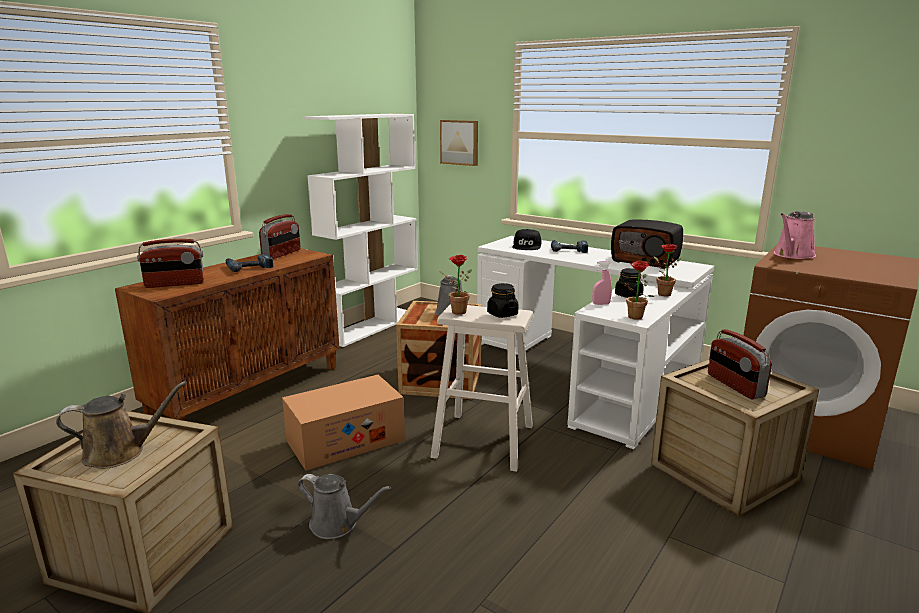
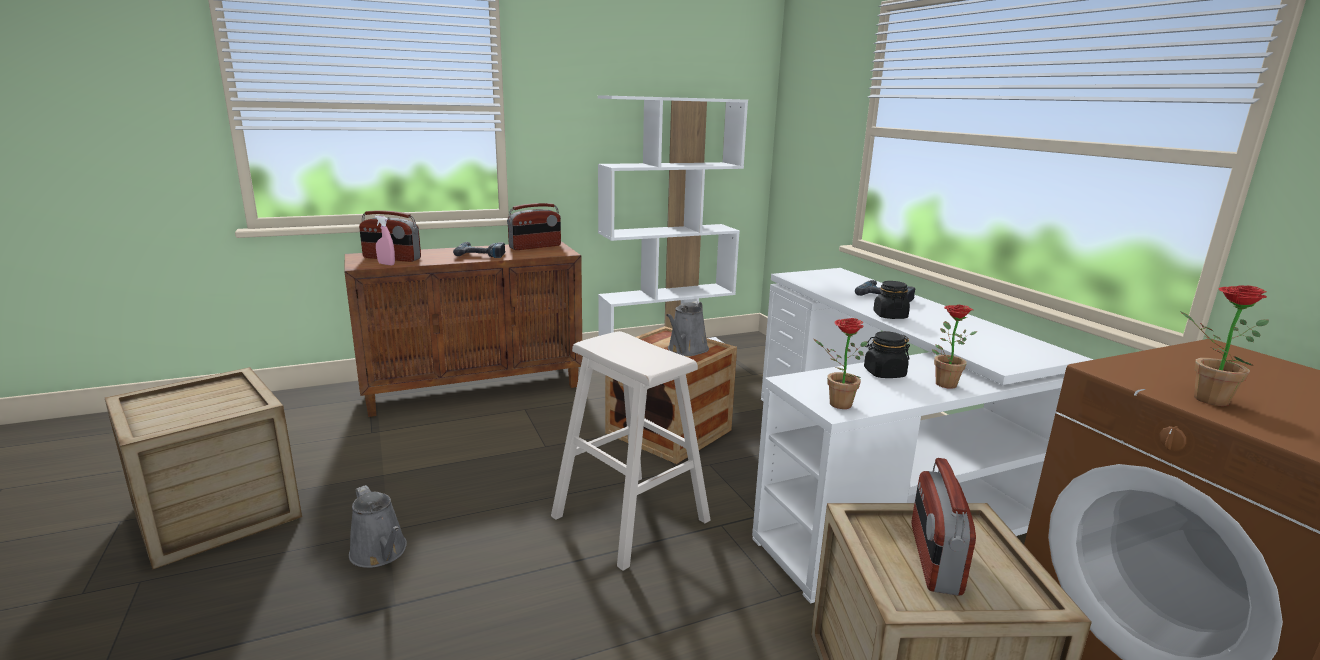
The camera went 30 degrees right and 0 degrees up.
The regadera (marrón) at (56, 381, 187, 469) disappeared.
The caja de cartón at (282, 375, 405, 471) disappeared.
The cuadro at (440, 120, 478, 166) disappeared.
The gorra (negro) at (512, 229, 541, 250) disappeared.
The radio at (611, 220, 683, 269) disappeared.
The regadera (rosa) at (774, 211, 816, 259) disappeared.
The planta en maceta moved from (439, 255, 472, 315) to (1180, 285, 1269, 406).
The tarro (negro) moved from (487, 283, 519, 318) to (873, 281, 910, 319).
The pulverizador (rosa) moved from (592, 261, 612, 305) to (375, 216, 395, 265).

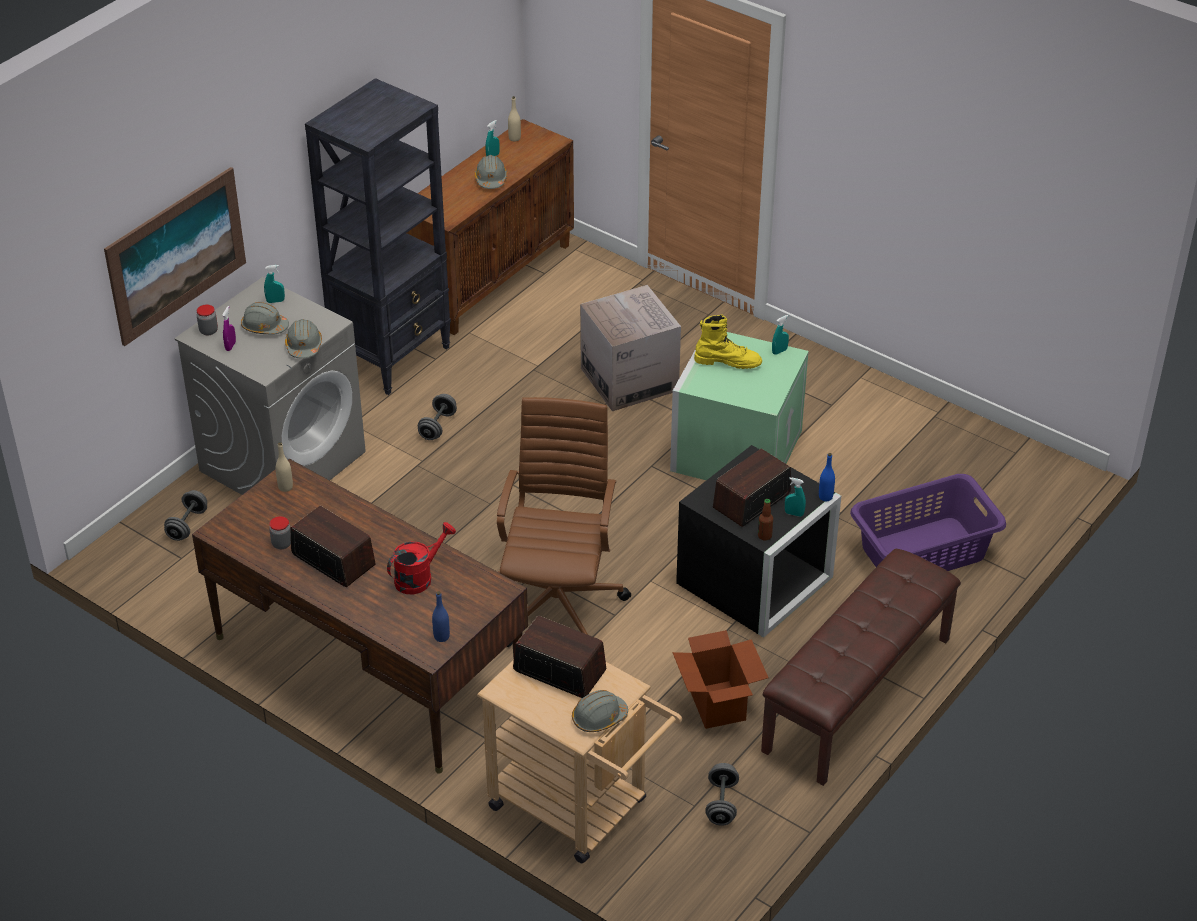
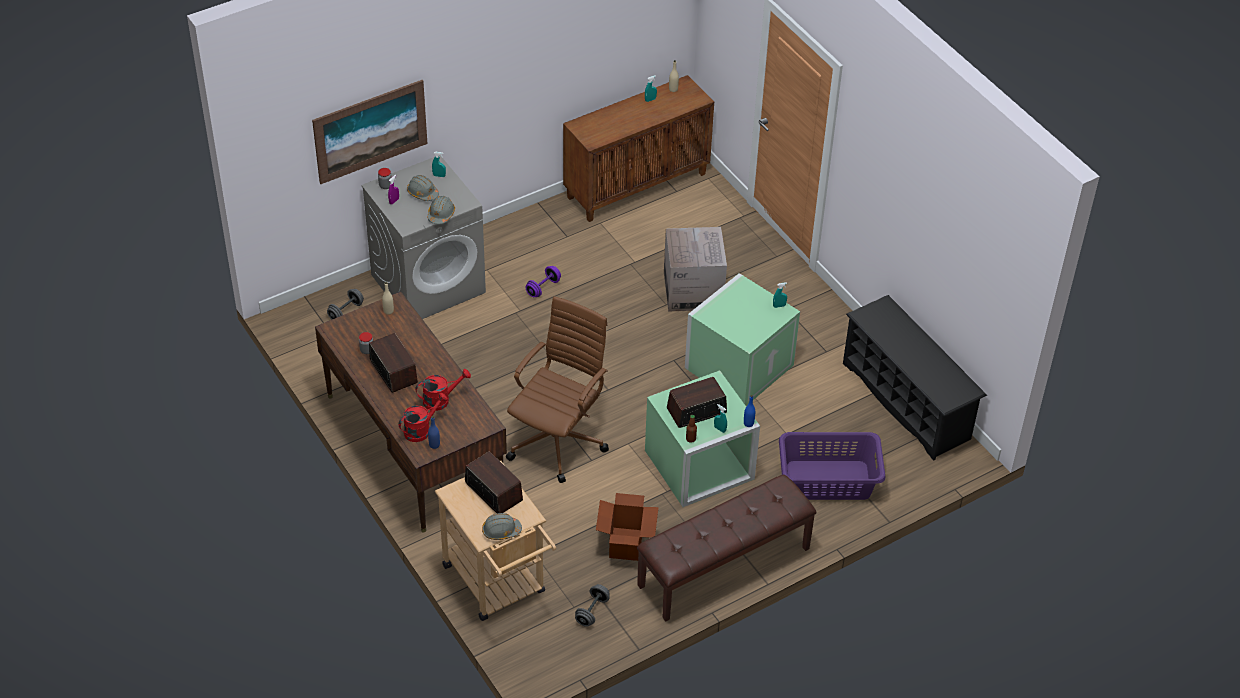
The camera went 20 degrees right and 5 degrees up.
The estantería (negro) at (305, 78, 451, 395) disappeared.
The casco (gris) at (475, 155, 507, 189) disappeared.
The bota (amarillo) at (694, 314, 762, 369) disappeared.
The regadera (rojo) at (399, 393, 448, 442) appeared.
The zapatero (negro) at (843, 295, 987, 460) appeared.
The mancuerna (gris) at (418, 394, 457, 440) became the mancuerna (morado) at (526, 266, 561, 297).
The caja de almacenaje (negro) at (676, 445, 841, 638) became the caja de almacenaje (verde) at (645, 370, 760, 507).

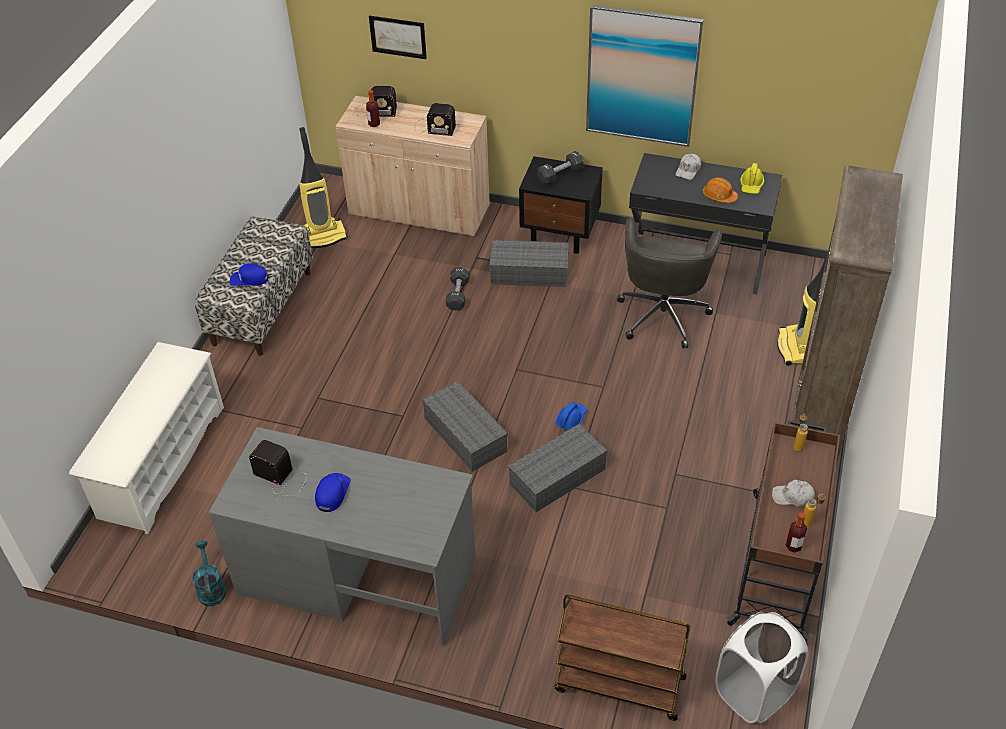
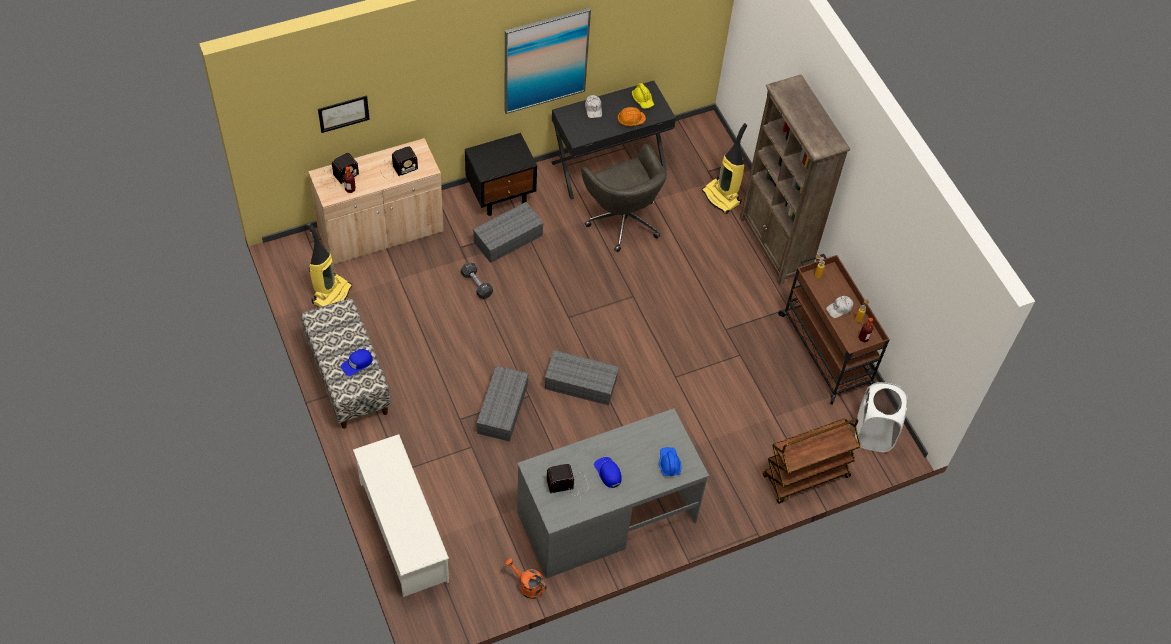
The camera went 45 degrees left and 10 degrees up.
The mancuerna (negro) at (537, 151, 584, 185) disappeared.
The caja de almacenaje (gris) moved from (508, 424, 607, 512) to (477, 366, 529, 441).
The casco (azul) moved from (555, 402, 587, 430) to (659, 447, 681, 476).
The regadera (turquesa) at (192, 541, 226, 606) became the regadera (naranja) at (505, 558, 547, 599).

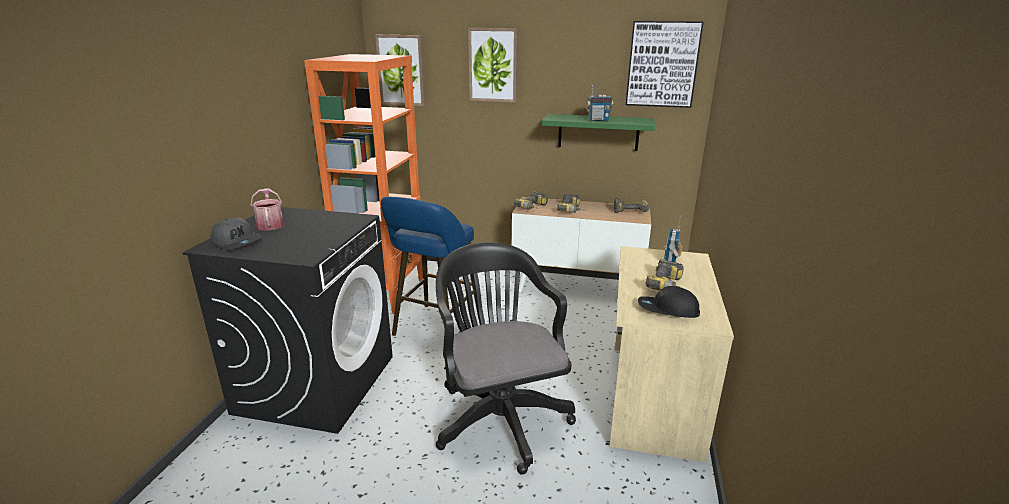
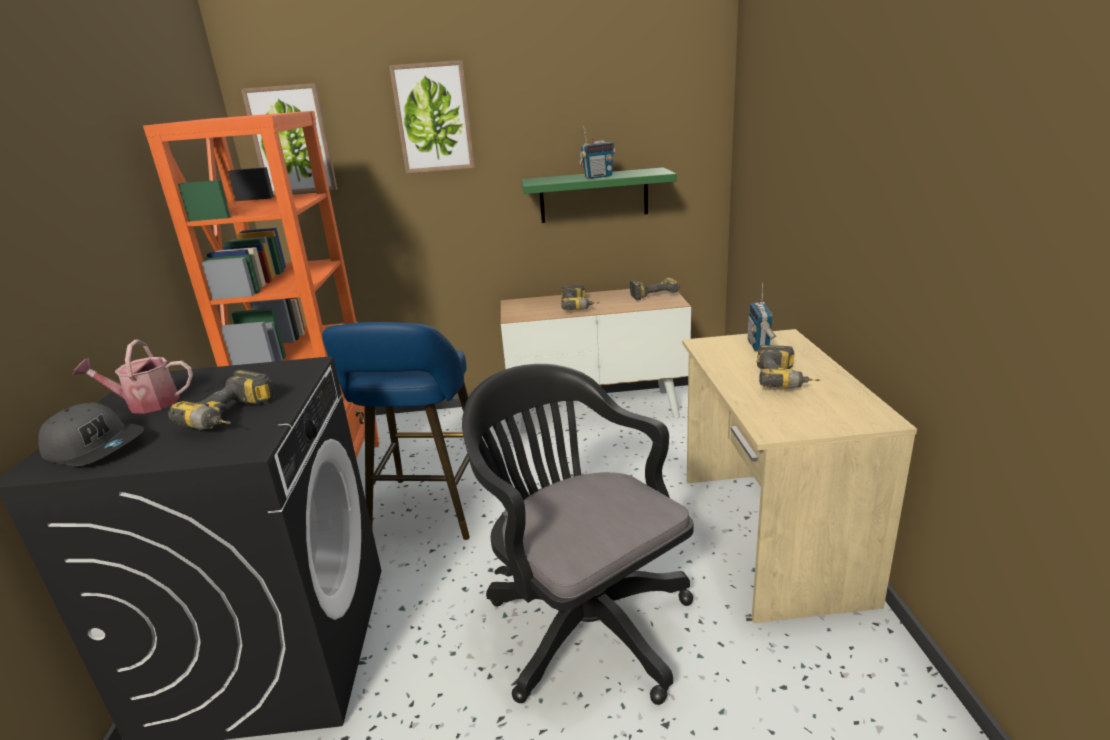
The camera went 15 degrees left and 0 degrees up.
The cuadro at (626, 21, 704, 108) disappeared.
The gorra (negro) at (638, 286, 700, 318) disappeared.
The taladro moved from (514, 191, 548, 210) to (168, 370, 274, 430).
The regadera at (250, 188, 284, 231) turned 60 degrees counterclockwise.

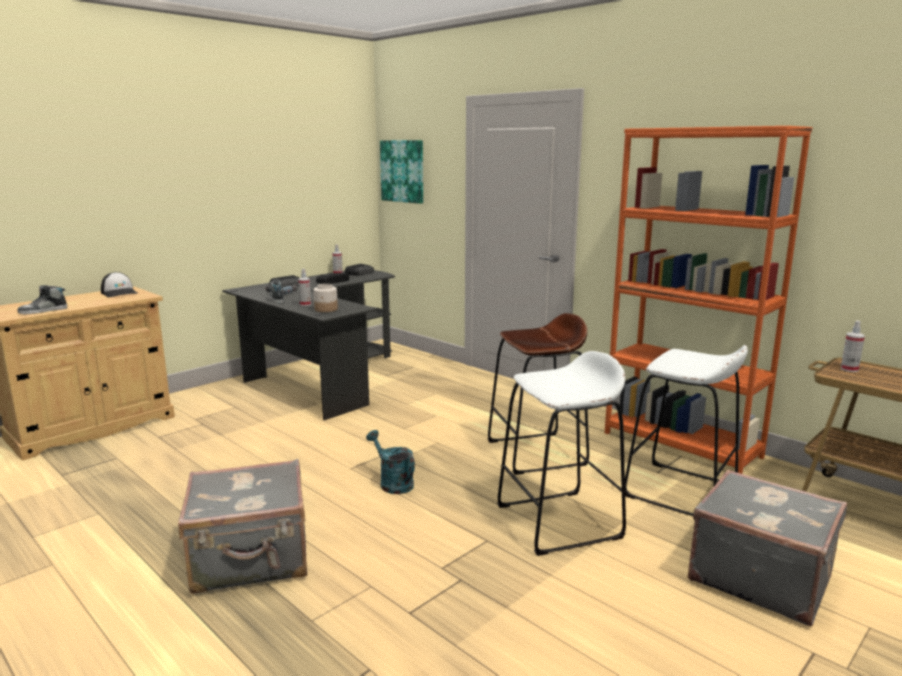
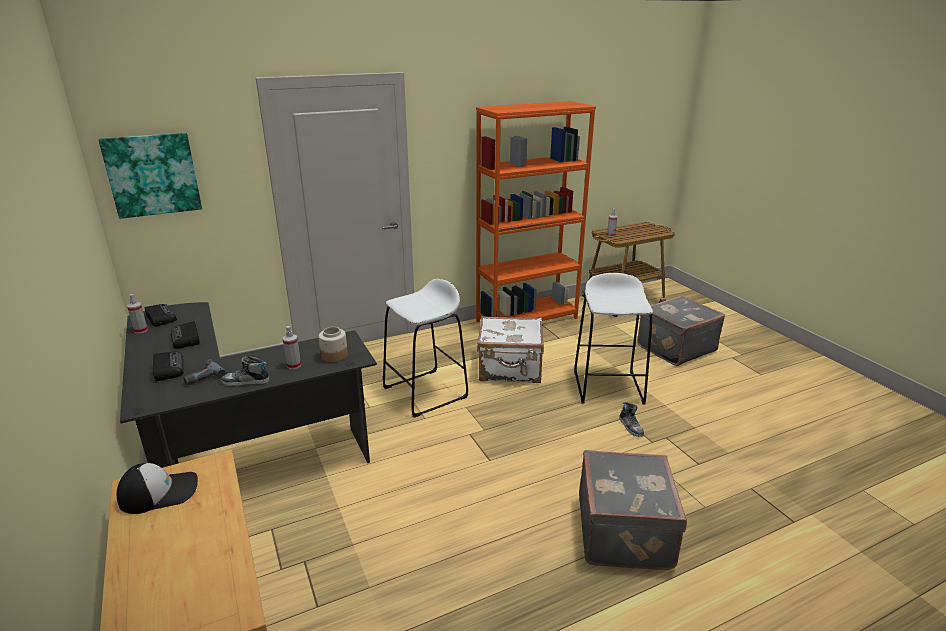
The camera went 70 degrees left and 10 degrees up.
The regadera (turquesa) at (366, 430, 415, 494) disappeared.
The zapato moved from (18, 285, 67, 315) to (619, 402, 644, 437).
The taburete (blanco) moved from (625, 345, 748, 516) to (383, 279, 468, 418).
The taburete (marrón) at (488, 313, 589, 475) was replaced by the maleta (blanco) at (477, 316, 544, 383).

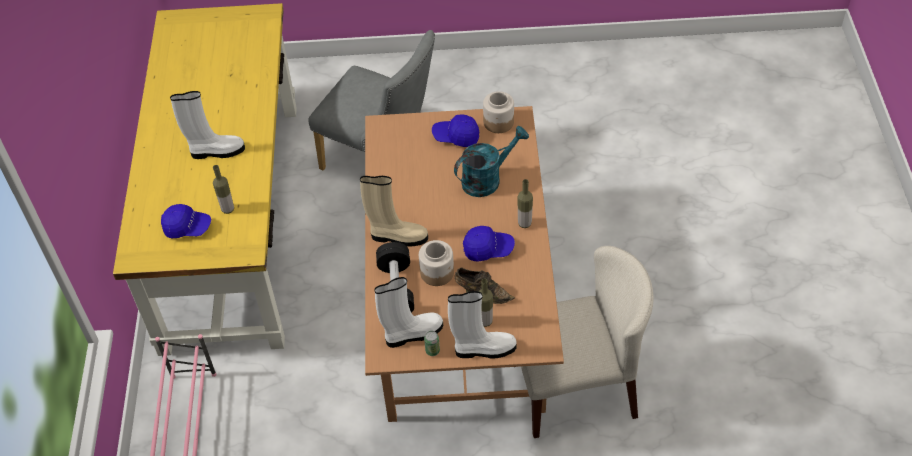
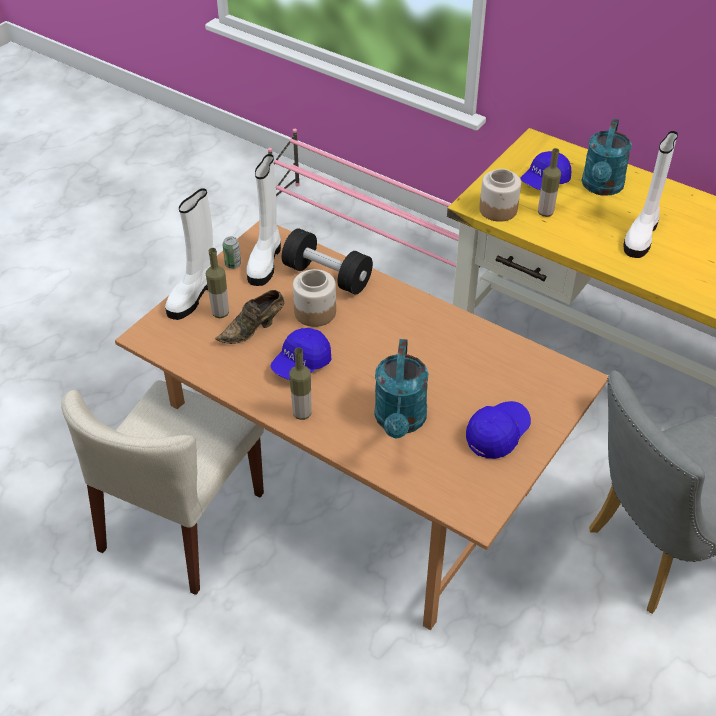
The camera went 125 degrees right and 5 degrees down.
The bota (beis) at (360, 176, 428, 247) disappeared.
The regadera (turquesa) at (581, 119, 632, 196) appeared.
The tarro moved from (483, 91, 514, 133) to (479, 169, 521, 222).

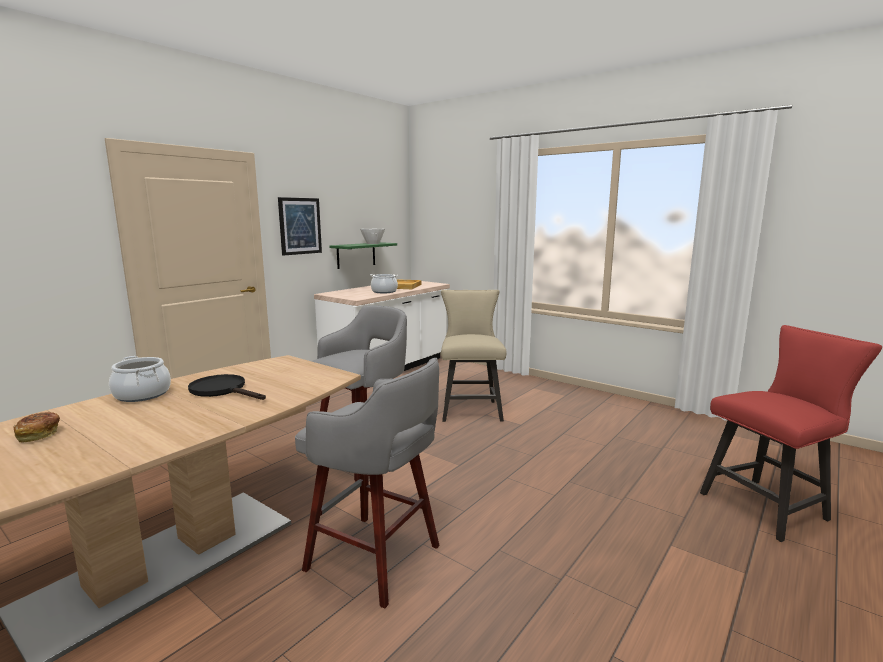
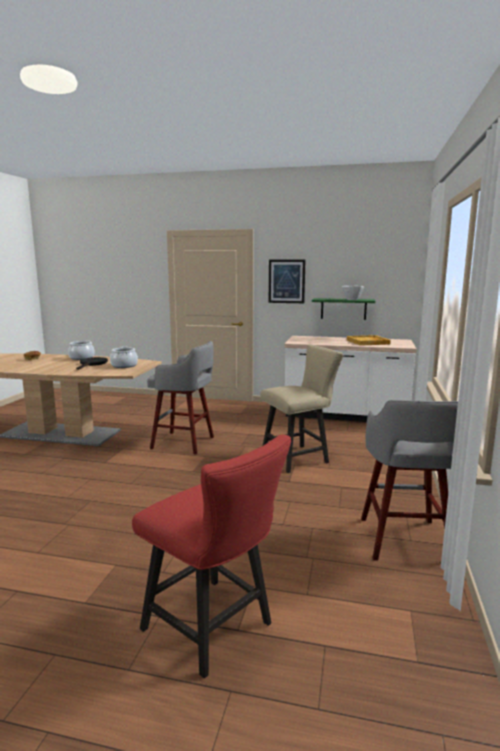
The camera went 65 degrees right and 0 degrees up.
The taburete (gris) moved from (295, 358, 440, 609) to (361, 400, 458, 561).
The olla moved from (370, 274, 398, 293) to (110, 346, 138, 368).

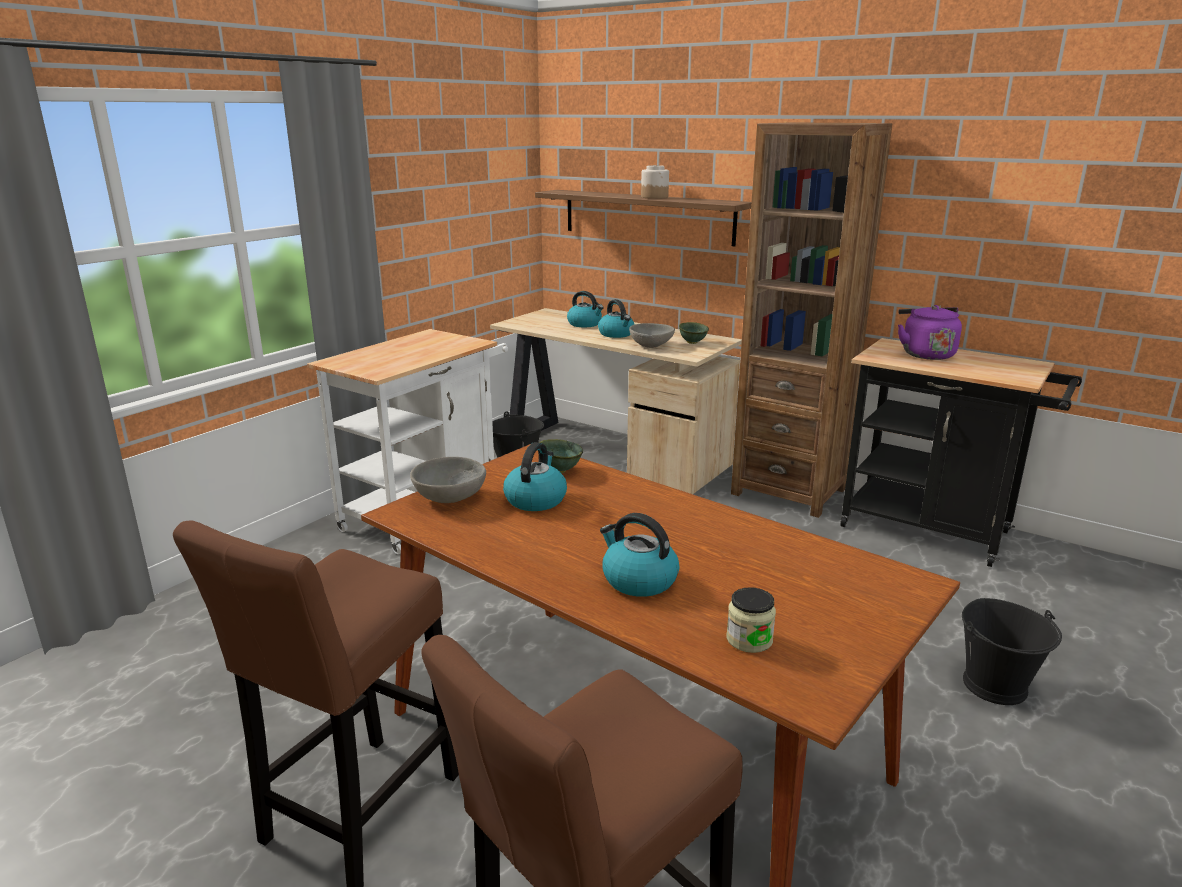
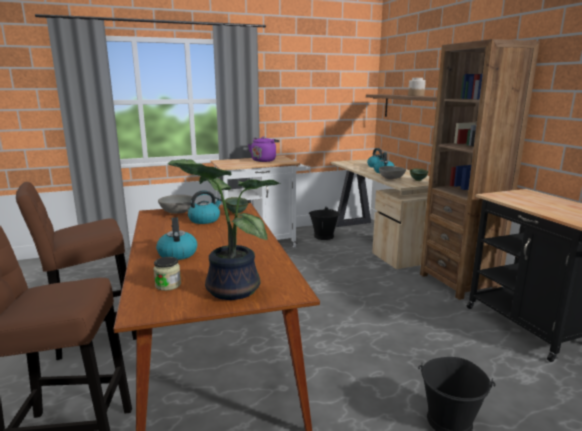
The camera went 35 degrees right and 5 degrees down.
The planta en maceta at (168, 159, 280, 300) appeared.
The hervidor (morado) moved from (898, 305, 962, 360) to (248, 137, 280, 162).

